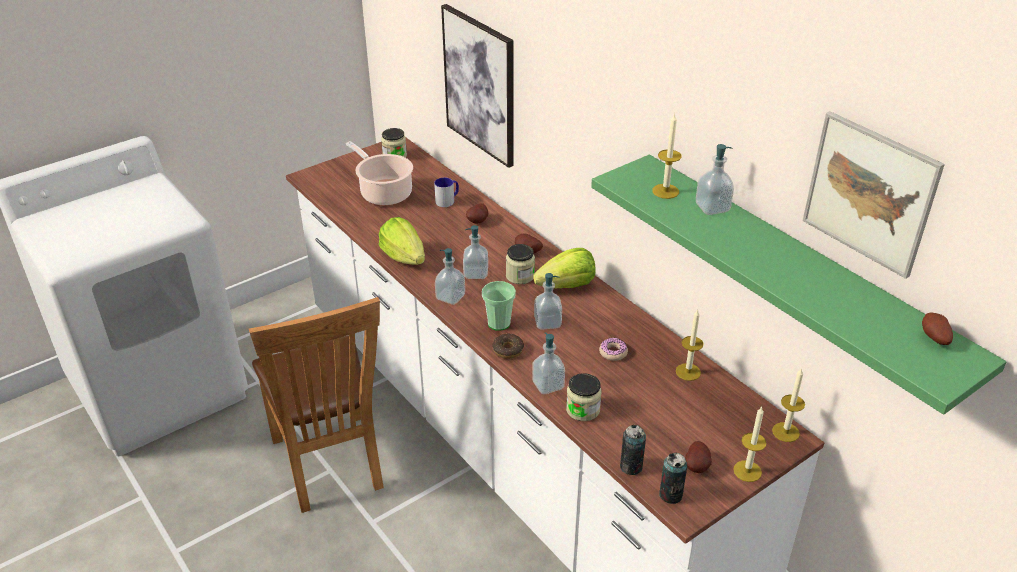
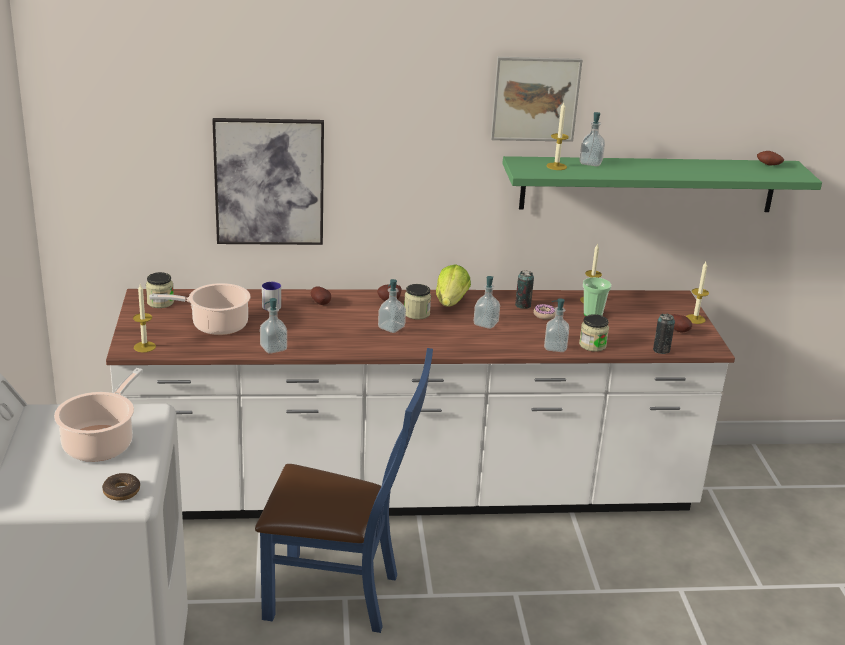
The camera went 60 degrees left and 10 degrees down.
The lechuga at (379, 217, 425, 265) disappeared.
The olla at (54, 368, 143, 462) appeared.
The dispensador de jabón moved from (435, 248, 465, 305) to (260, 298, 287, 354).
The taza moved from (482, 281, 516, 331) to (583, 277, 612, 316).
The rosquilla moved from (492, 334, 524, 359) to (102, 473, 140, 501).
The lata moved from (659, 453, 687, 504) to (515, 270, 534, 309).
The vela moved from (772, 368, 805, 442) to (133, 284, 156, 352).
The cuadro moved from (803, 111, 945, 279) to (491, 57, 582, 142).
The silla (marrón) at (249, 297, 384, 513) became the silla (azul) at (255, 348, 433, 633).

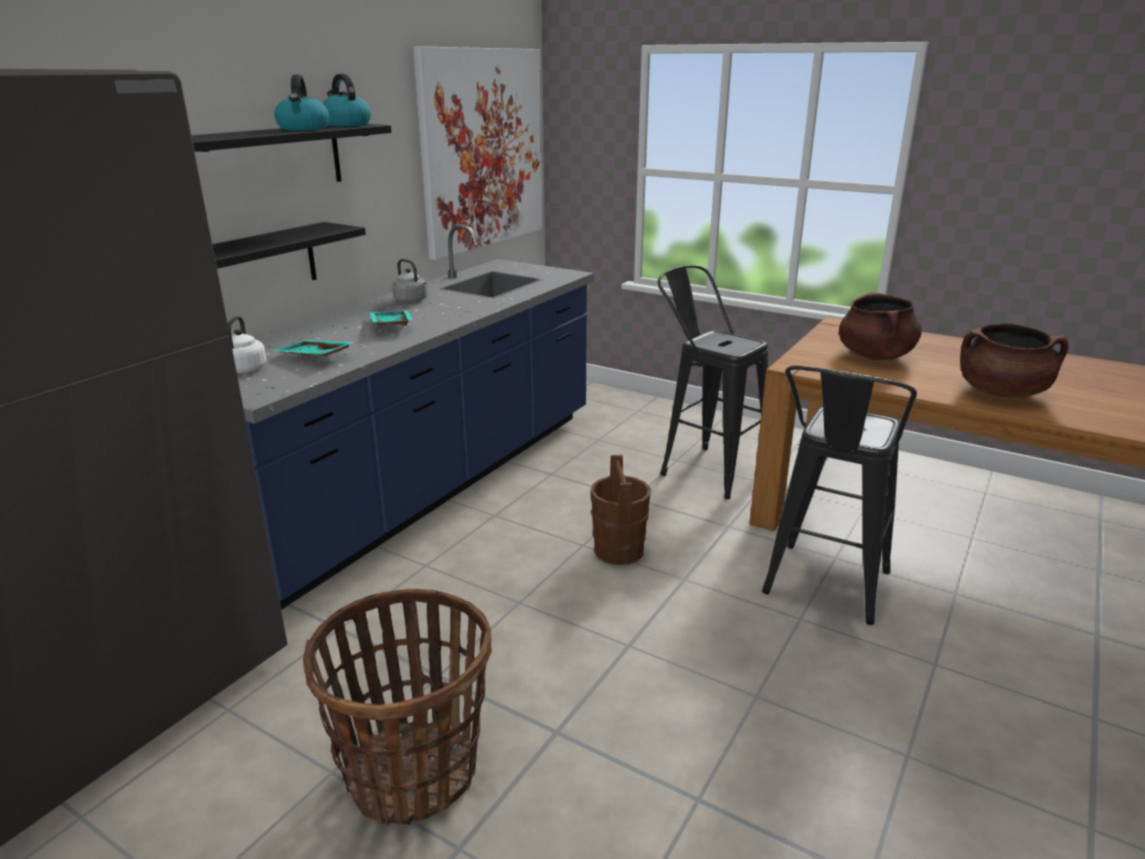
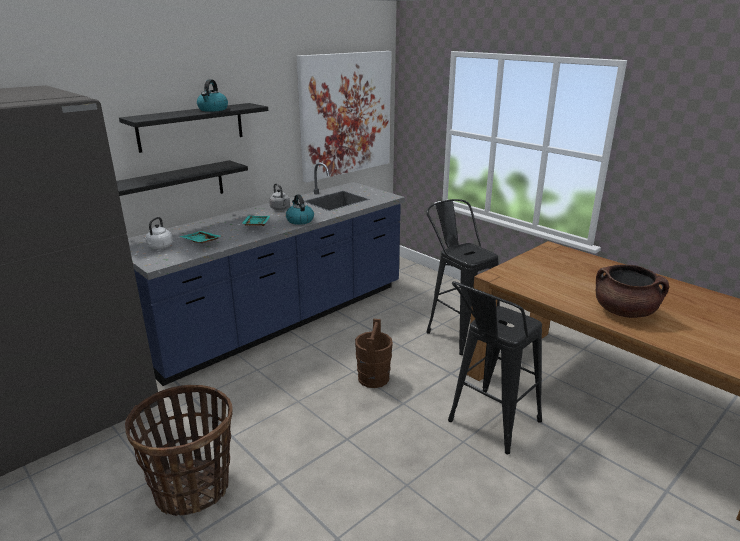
The camera went 15 degrees right and 0 degrees up.
The olla (marrón) at (839, 292, 922, 360) disappeared.
The hervidor moved from (322, 74, 371, 127) to (286, 194, 314, 225).

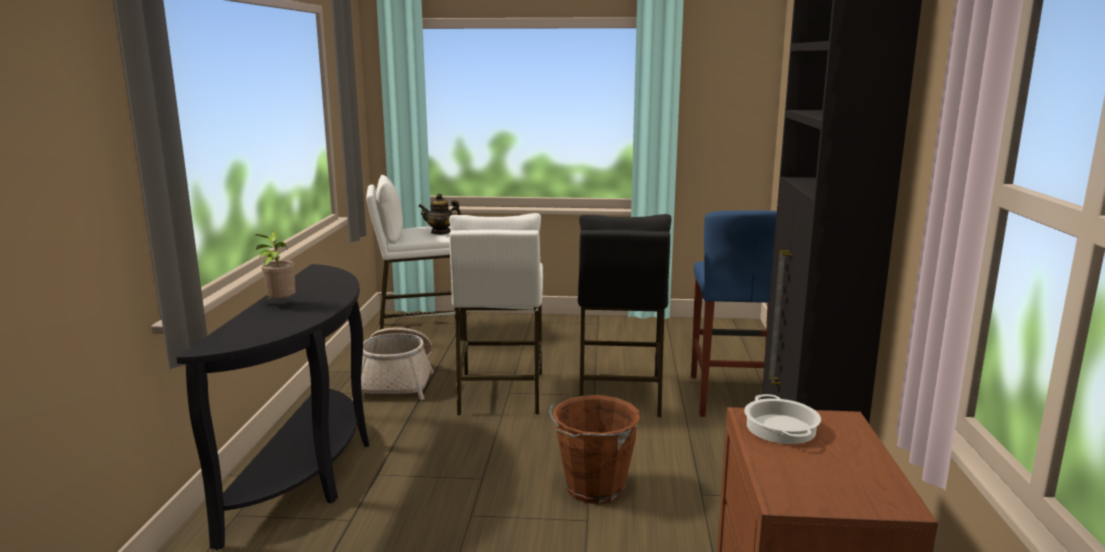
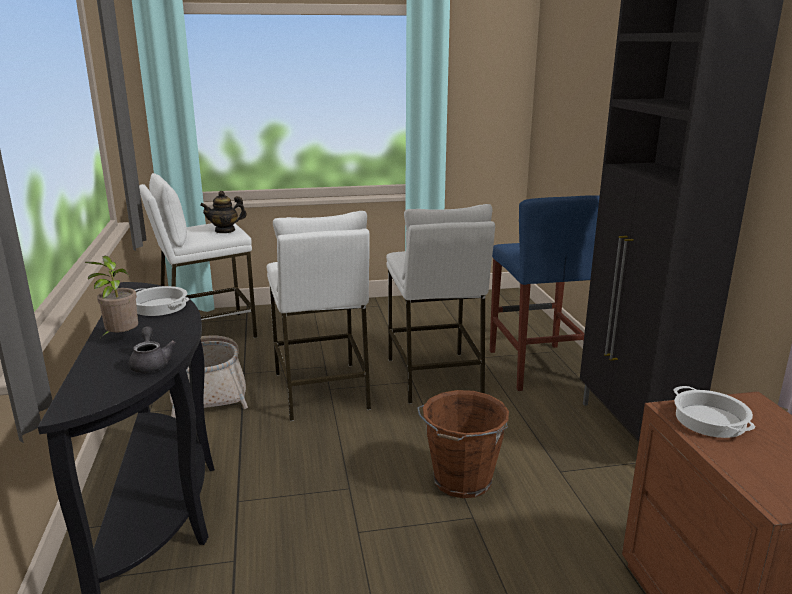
The camera went 15 degrees left and 5 degrees up.
The tetera (gris) at (129, 326, 176, 373) appeared.
The olla at (135, 286, 189, 316) appeared.
The taburete (negro) at (578, 214, 671, 417) became the taburete (blanco) at (386, 204, 495, 404).

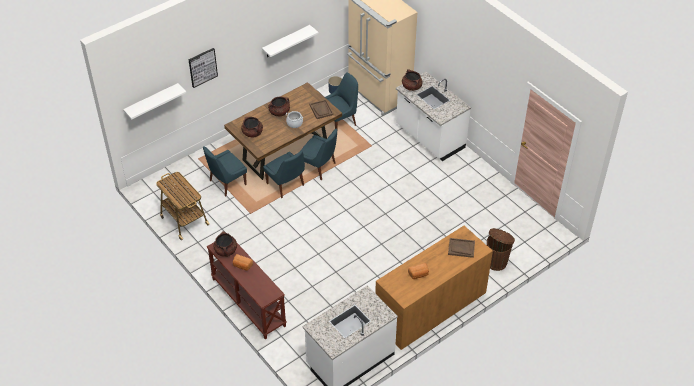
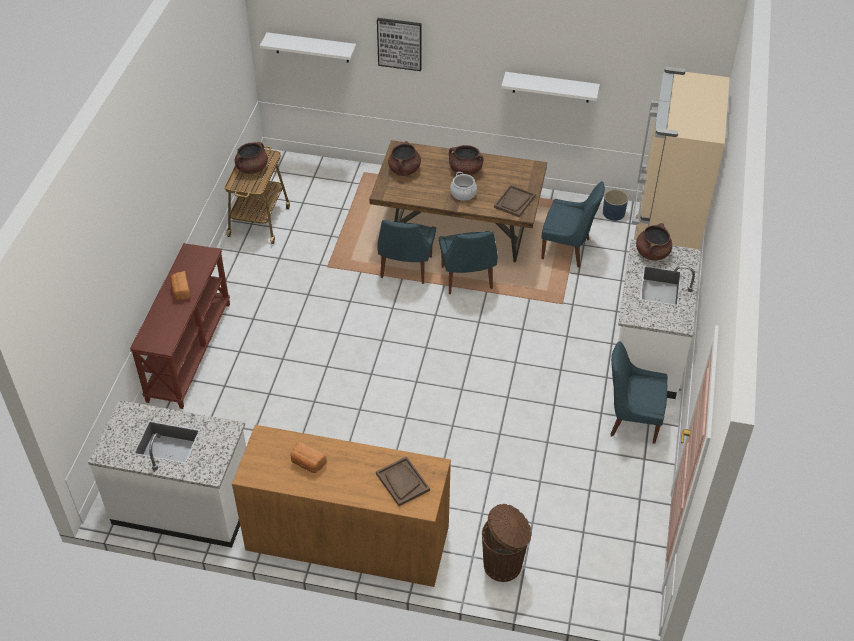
The camera went 50 degrees right and 0 degrees up.
The silla (azul) moved from (203, 146, 247, 196) to (610, 341, 668, 444).
The olla (marrón) moved from (214, 231, 237, 257) to (235, 142, 268, 174).

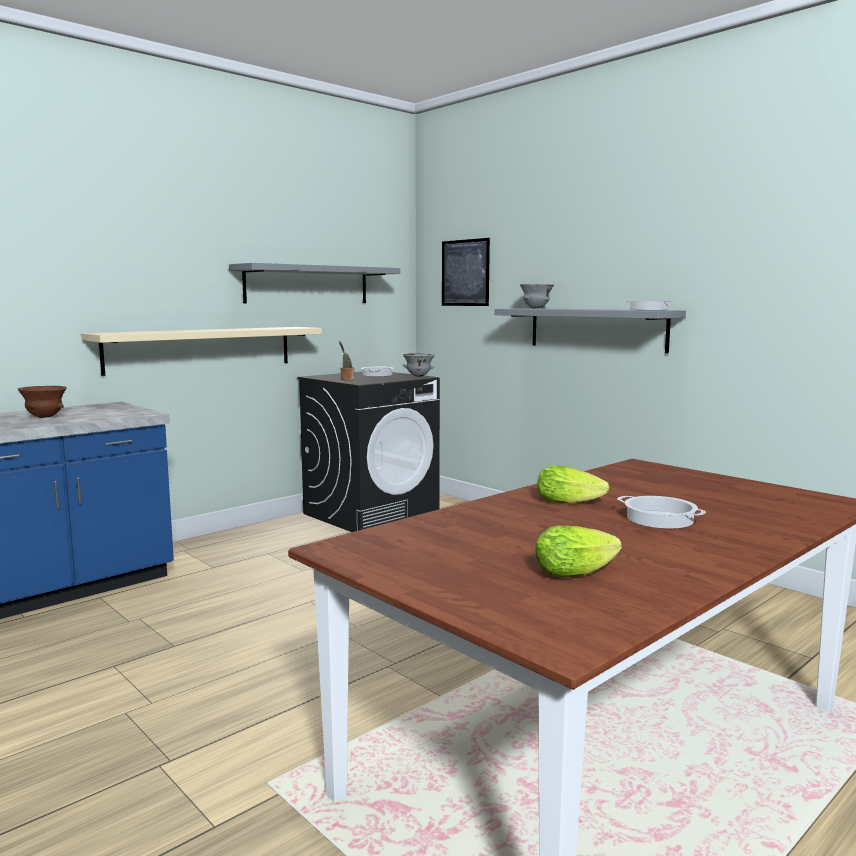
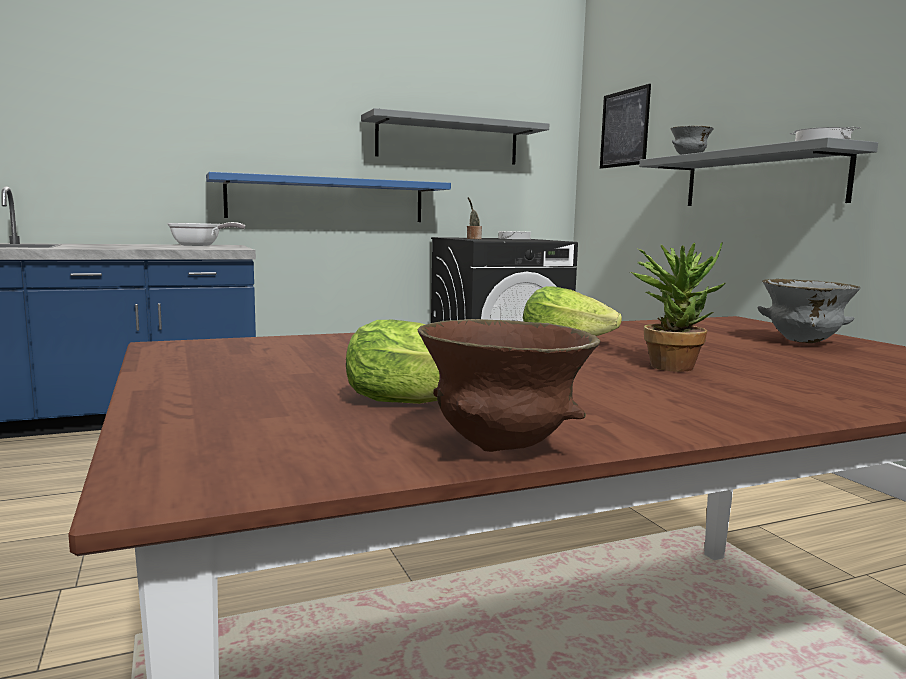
The camera went 20 degrees right and 0 degrees up.
The sartén at (167, 222, 245, 246) appeared.
The cuenco (marrón) moved from (18, 386, 67, 418) to (418, 319, 600, 452).
The cuenco (gris) moved from (402, 353, 434, 376) to (757, 279, 861, 343).
The olla at (617, 496, 706, 529) was replaced by the planta en maceta at (630, 242, 726, 372).
The estante (beis) at (81, 327, 322, 376) became the estante (azul) at (206, 172, 451, 222).

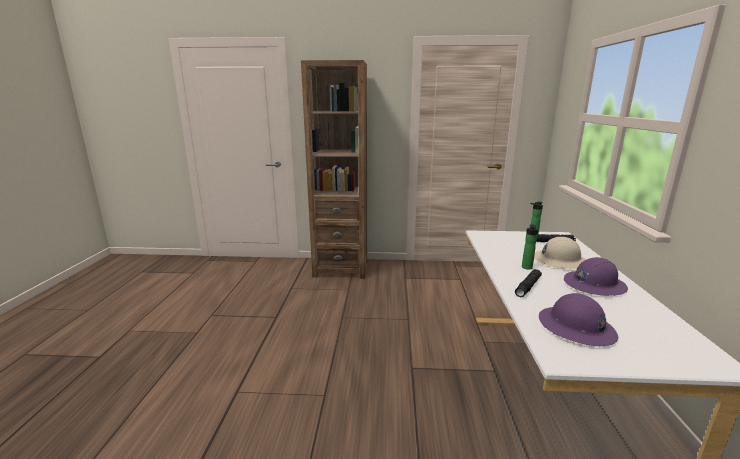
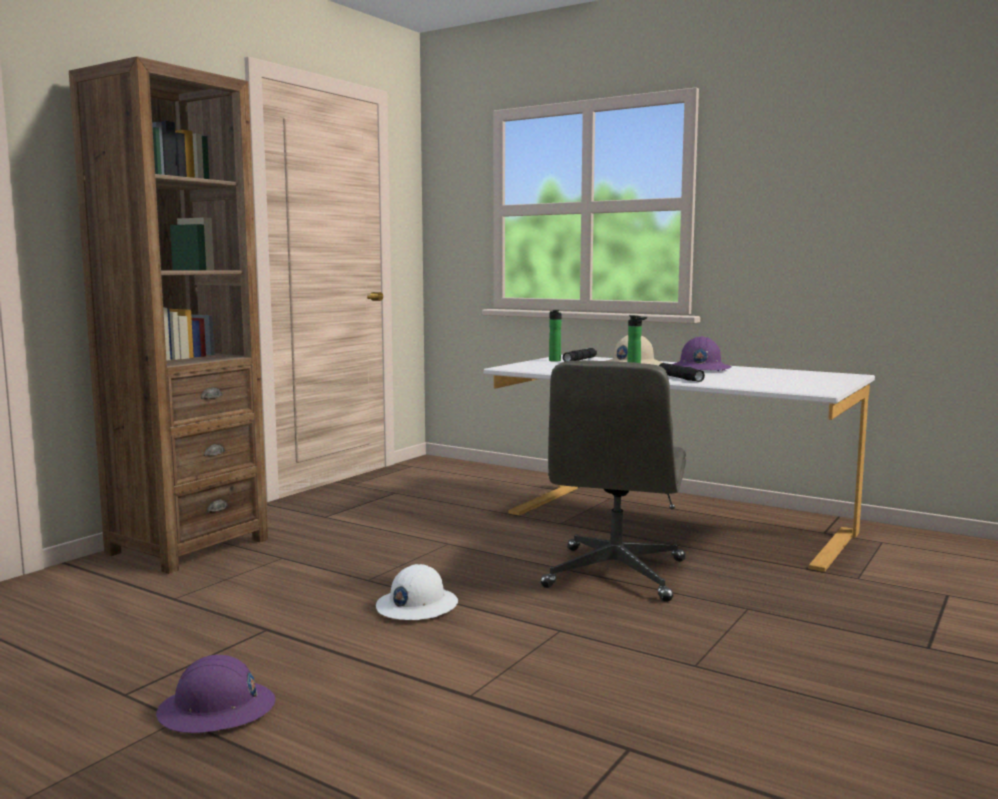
The camera went 60 degrees left and 10 degrees down.
The casco (blanco) at (376, 564, 458, 620) appeared.
The silla de oficina (gris) at (541, 360, 686, 602) appeared.
The casco (morado) moved from (539, 293, 618, 346) to (156, 655, 275, 733).

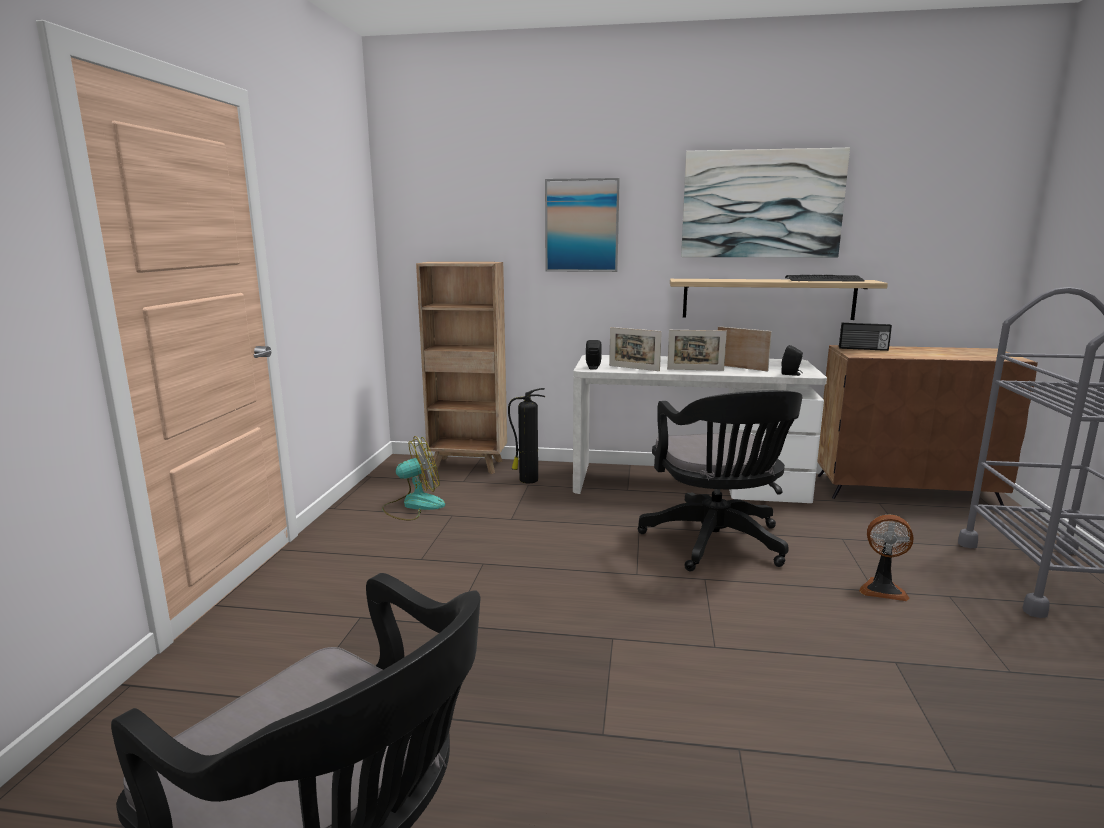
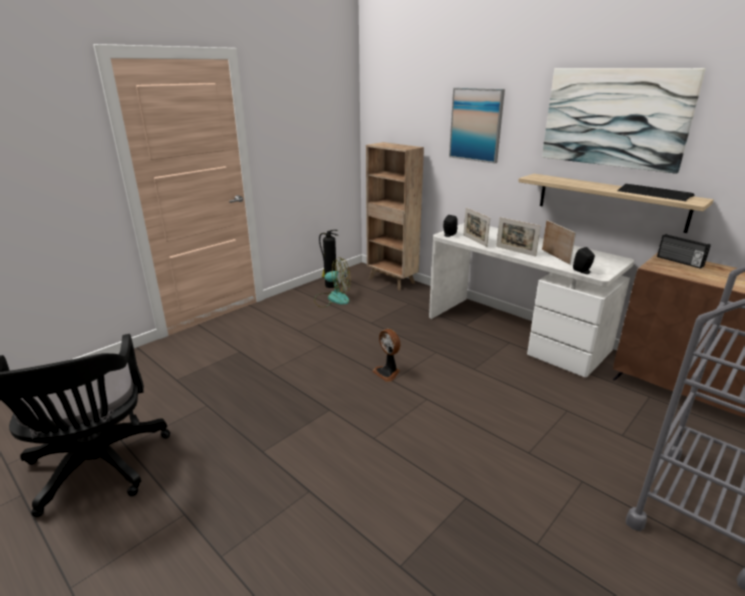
The camera went 35 degrees right and 10 degrees up.
The silla de oficina (negro) at (638, 390, 802, 571) disappeared.
The extintor moved from (508, 388, 545, 483) to (319, 230, 338, 288).
The ventilador moved from (859, 514, 914, 601) to (372, 329, 401, 382).

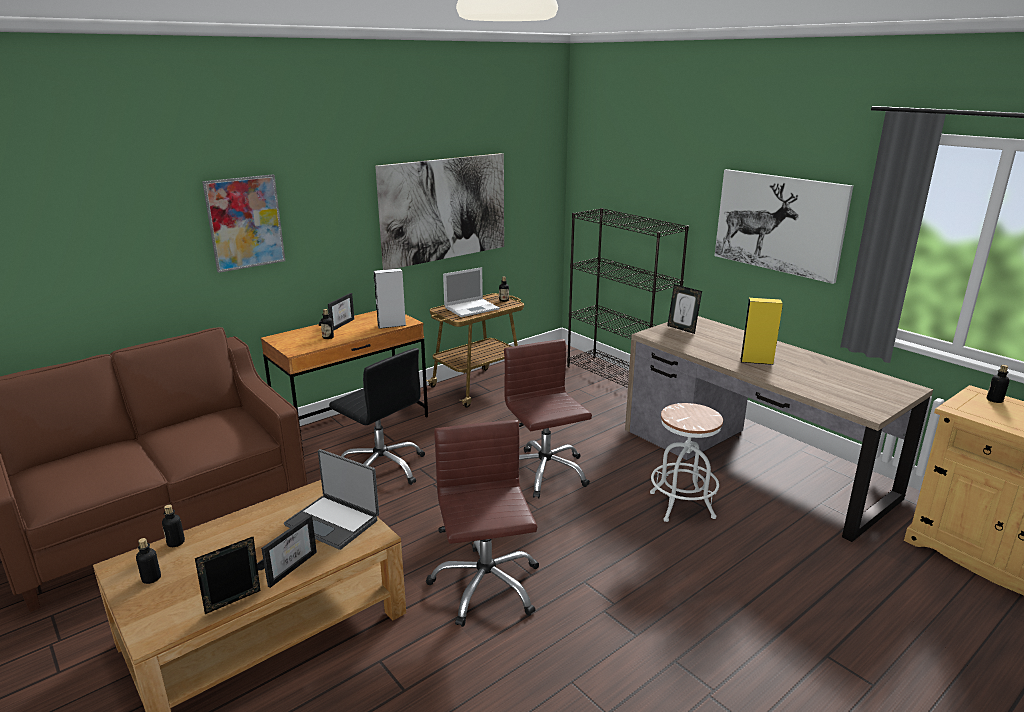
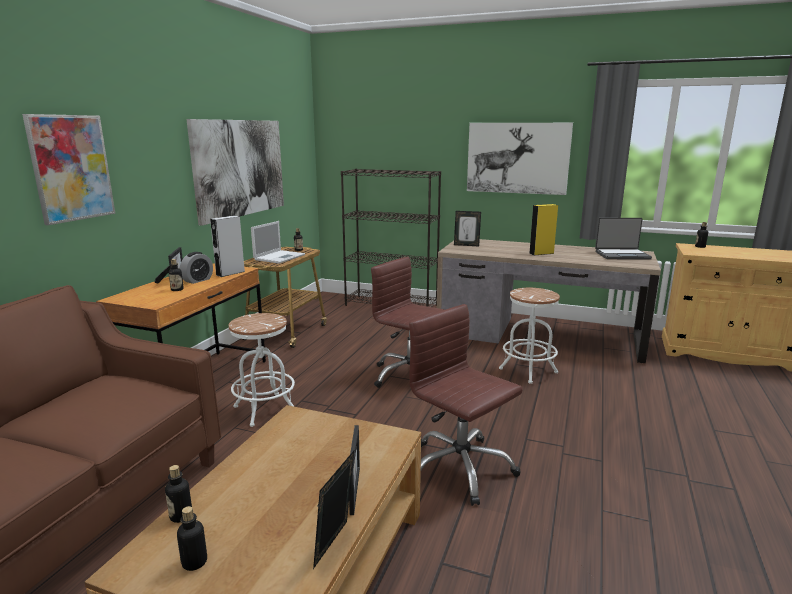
The camera went 30 degrees left and 5 degrees down.
The despertador at (180, 252, 213, 284) appeared.
The portátil moved from (284, 449, 379, 550) to (595, 218, 652, 259).
The silla de oficina (negro) at (329, 348, 425, 485) was replaced by the taburete (blanco) at (229, 313, 295, 427).

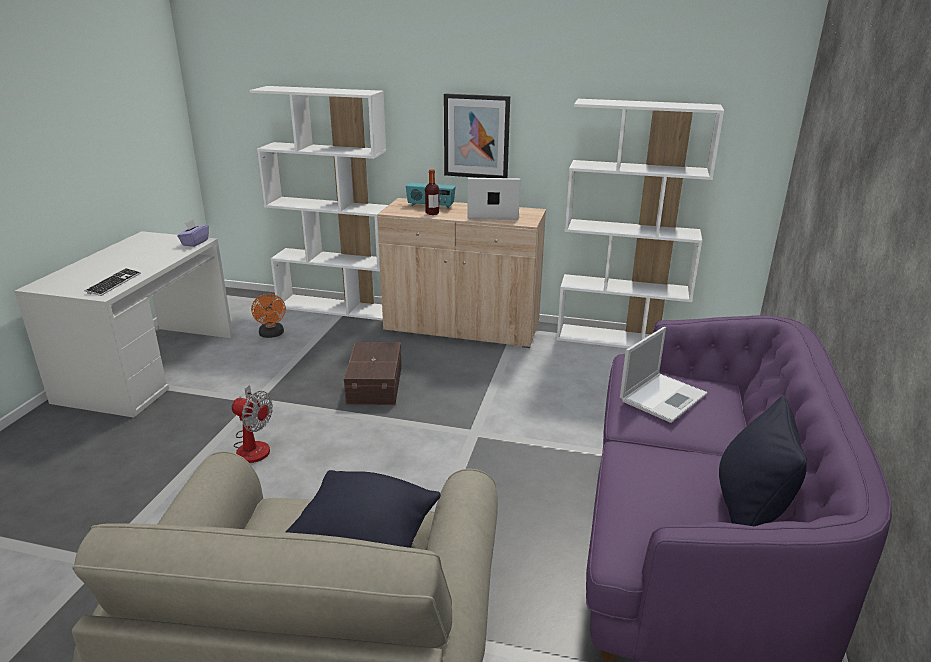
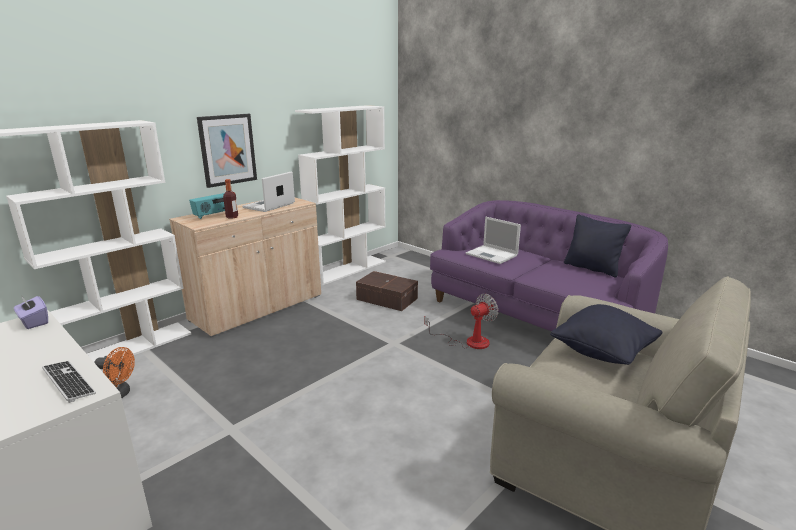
The camera went 60 degrees left and 5 degrees down.
The ventilador moved from (232, 385, 273, 463) to (424, 294, 499, 349).
The caja de almacenaje (marrón) moved from (344, 342, 402, 405) to (356, 271, 418, 311).
The portátil at (620, 327, 707, 423) turned 150 degrees clockwise.

